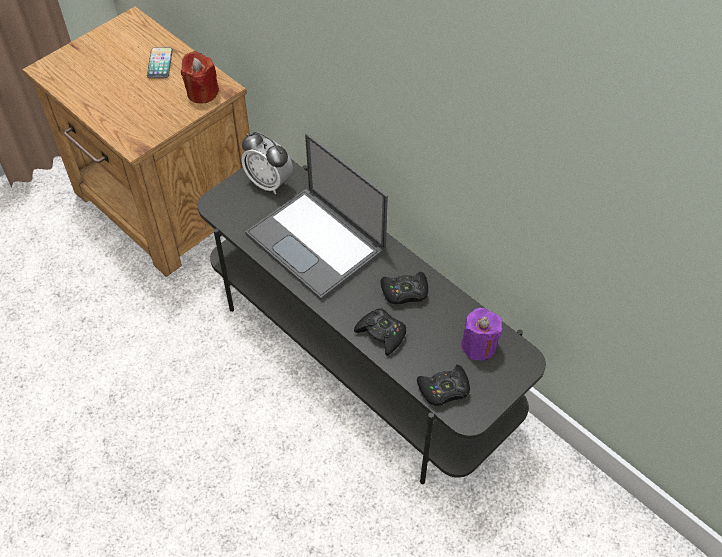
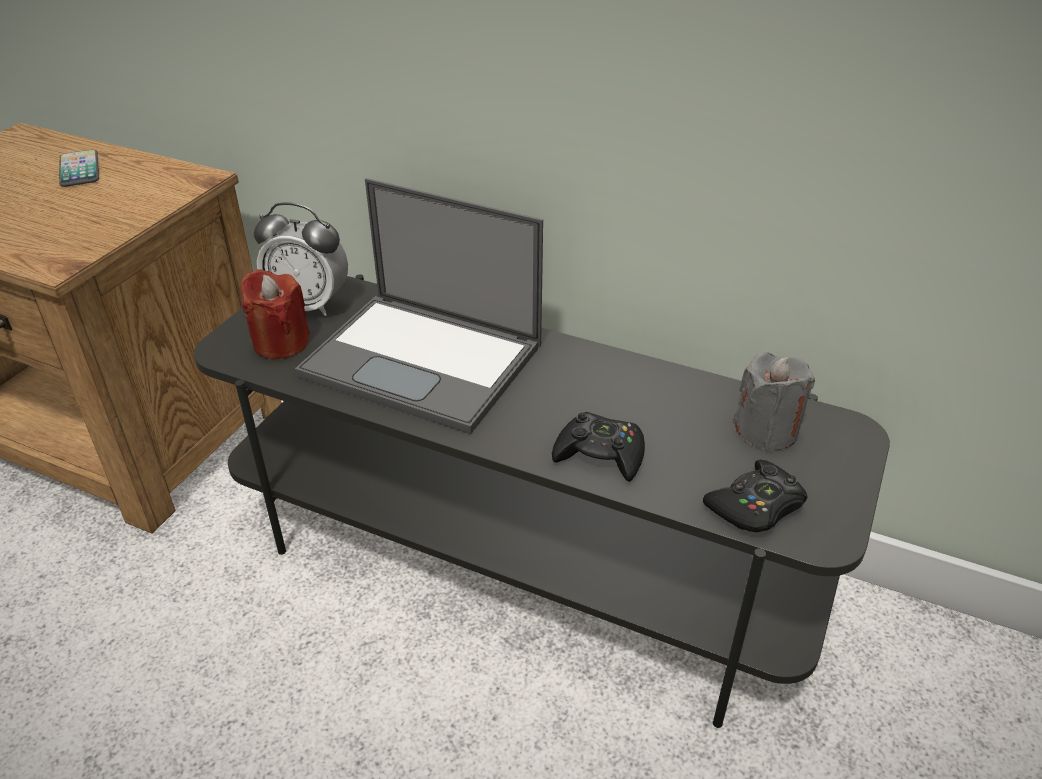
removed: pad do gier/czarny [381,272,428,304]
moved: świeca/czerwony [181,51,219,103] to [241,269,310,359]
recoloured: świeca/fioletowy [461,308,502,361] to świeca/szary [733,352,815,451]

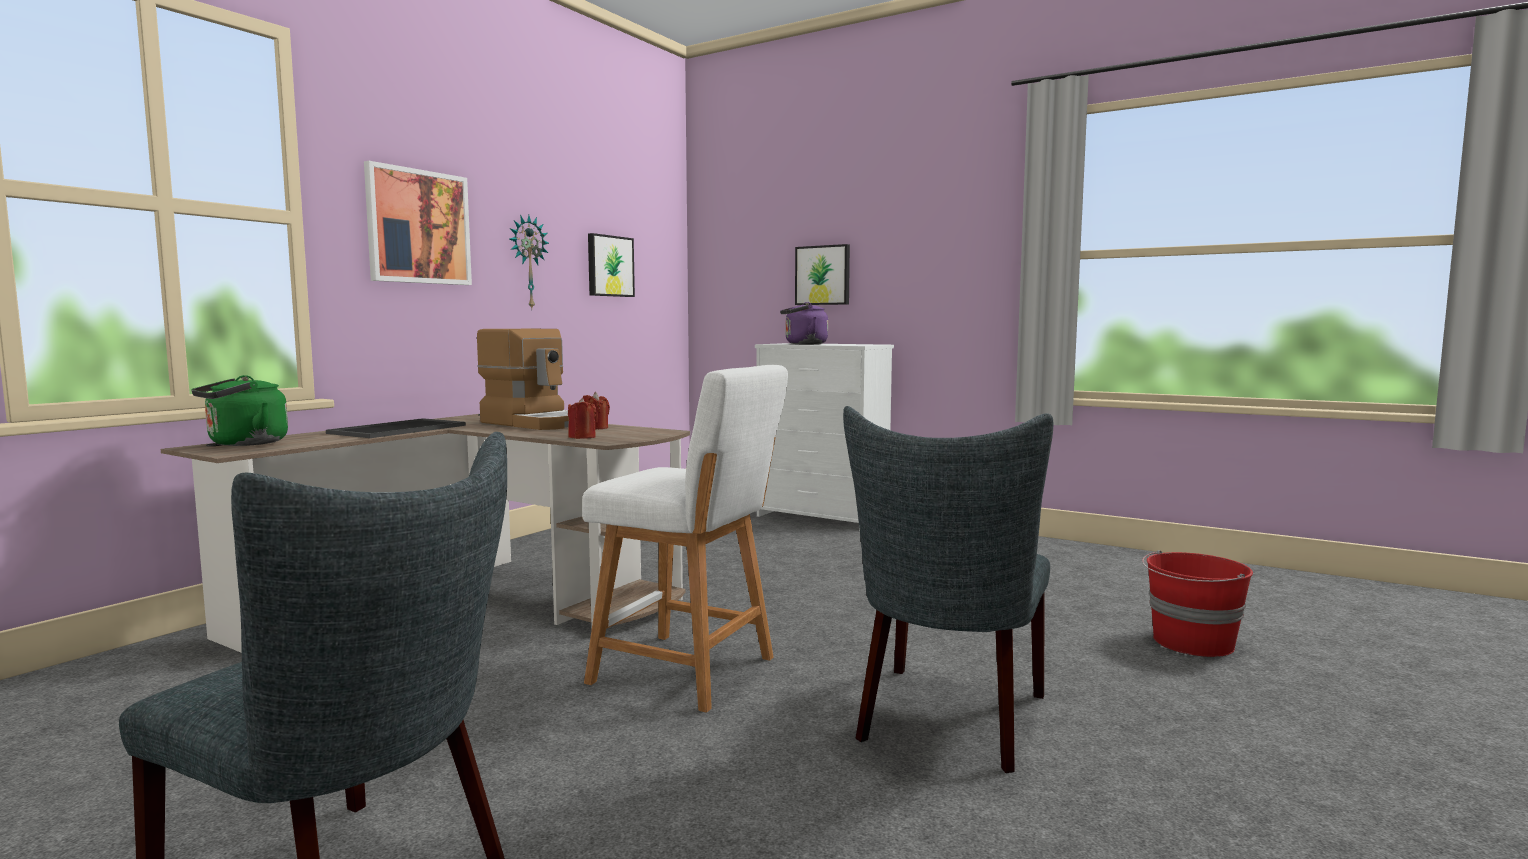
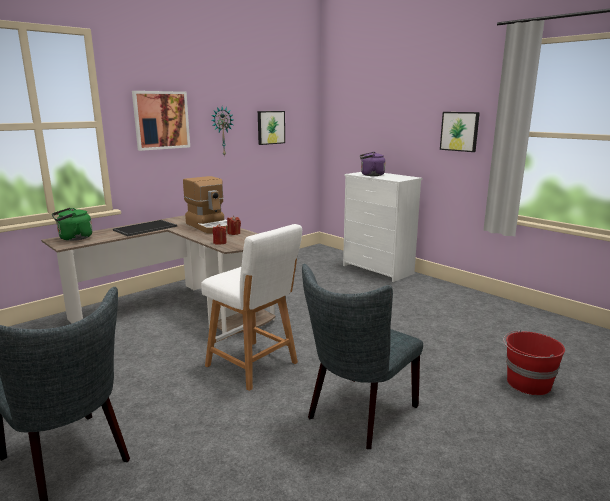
moved: obraz [795,244,850,305] to [440,112,480,152]

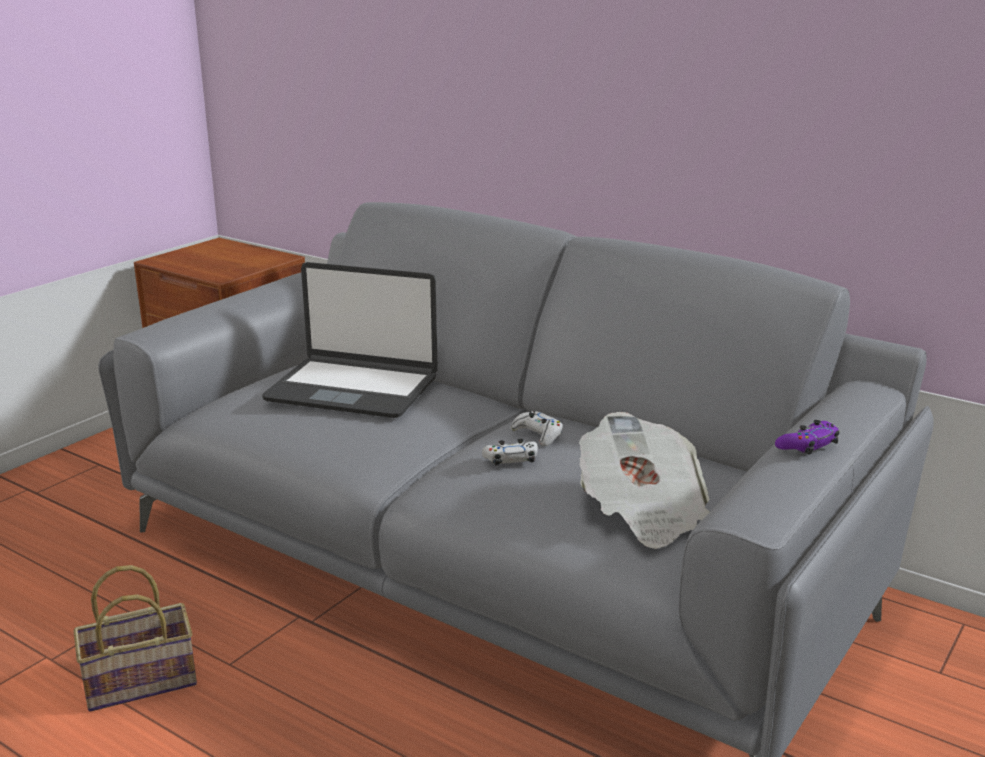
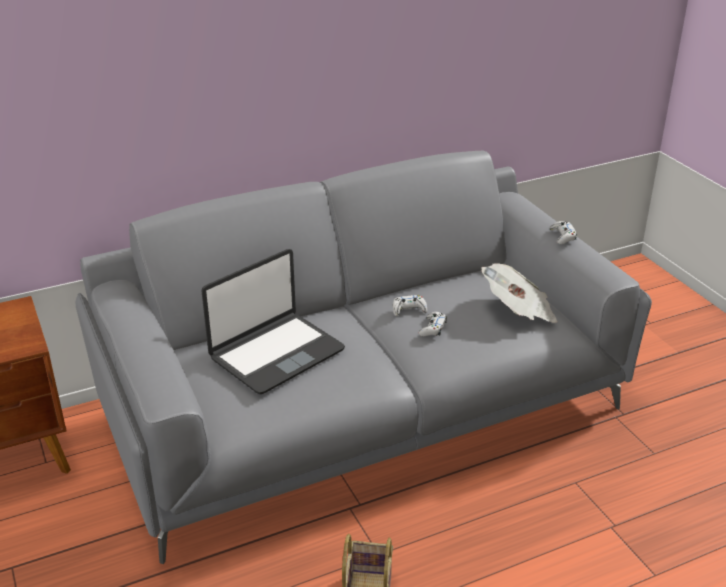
recoloured: pad do gier/fioletowy [775,420,839,455] to pad do gier/biały [550,221,577,244]

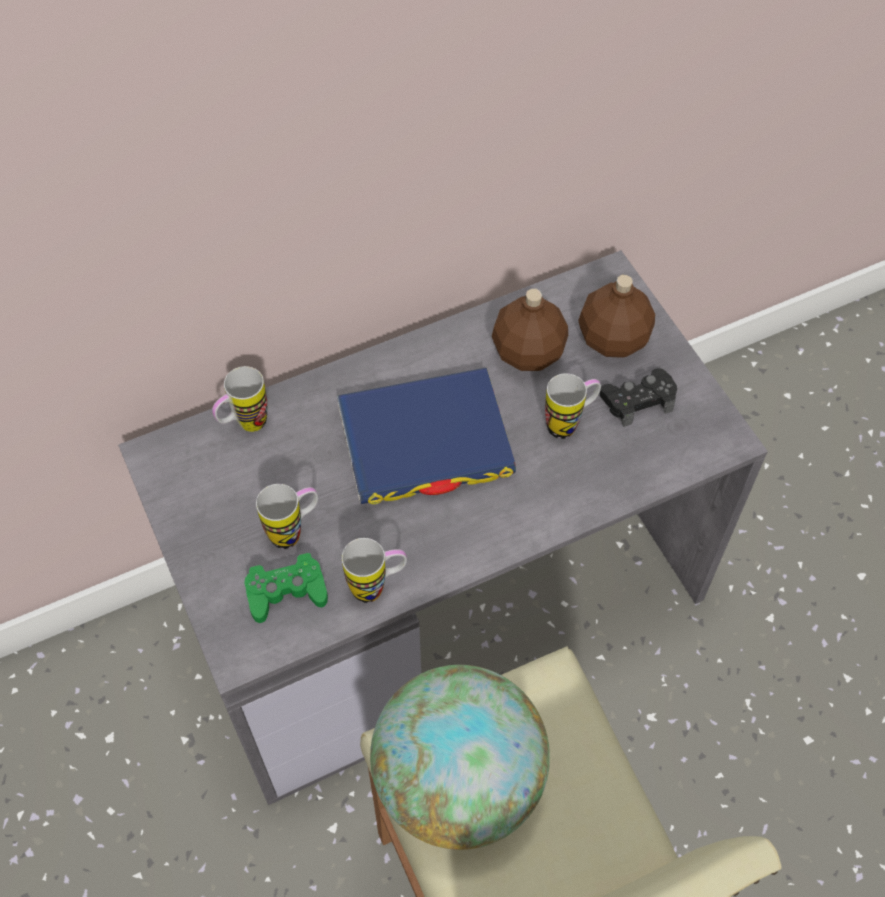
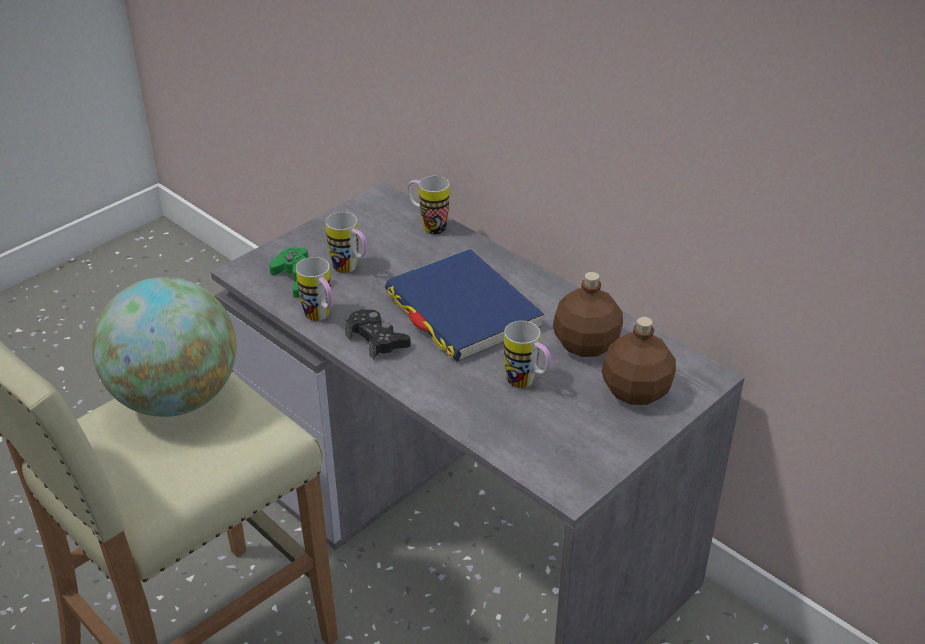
moved: pad do gier/czarny [600,368,677,427] to [345,309,411,359]

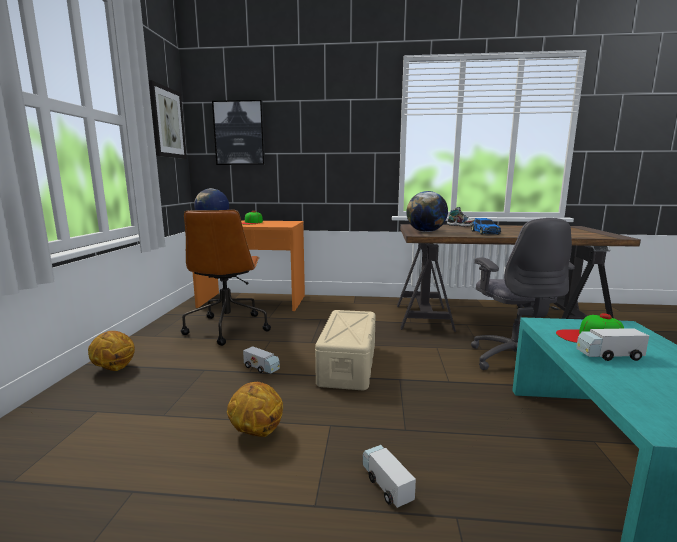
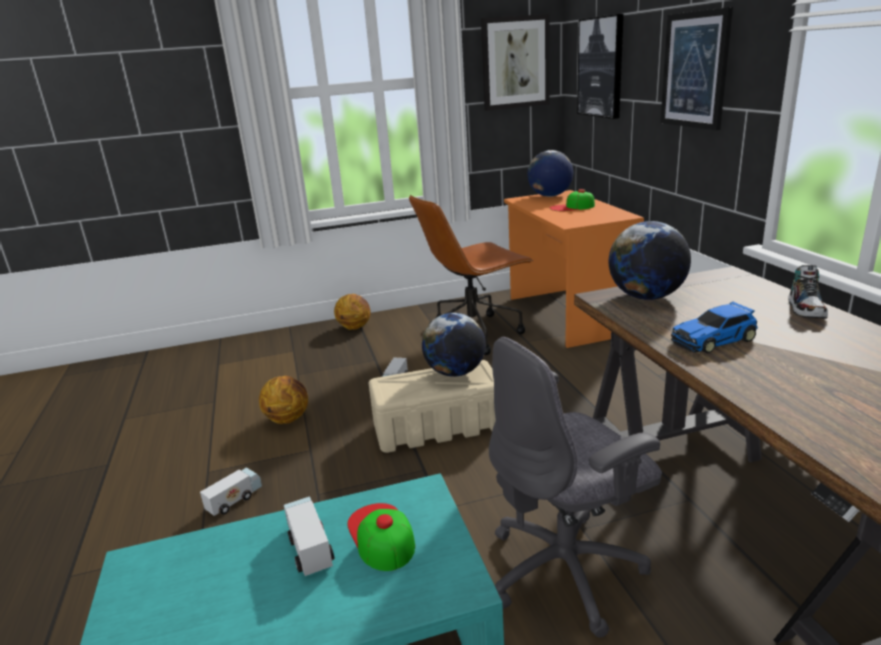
added: globus [422,313,486,377]; obraz [660,7,733,130]

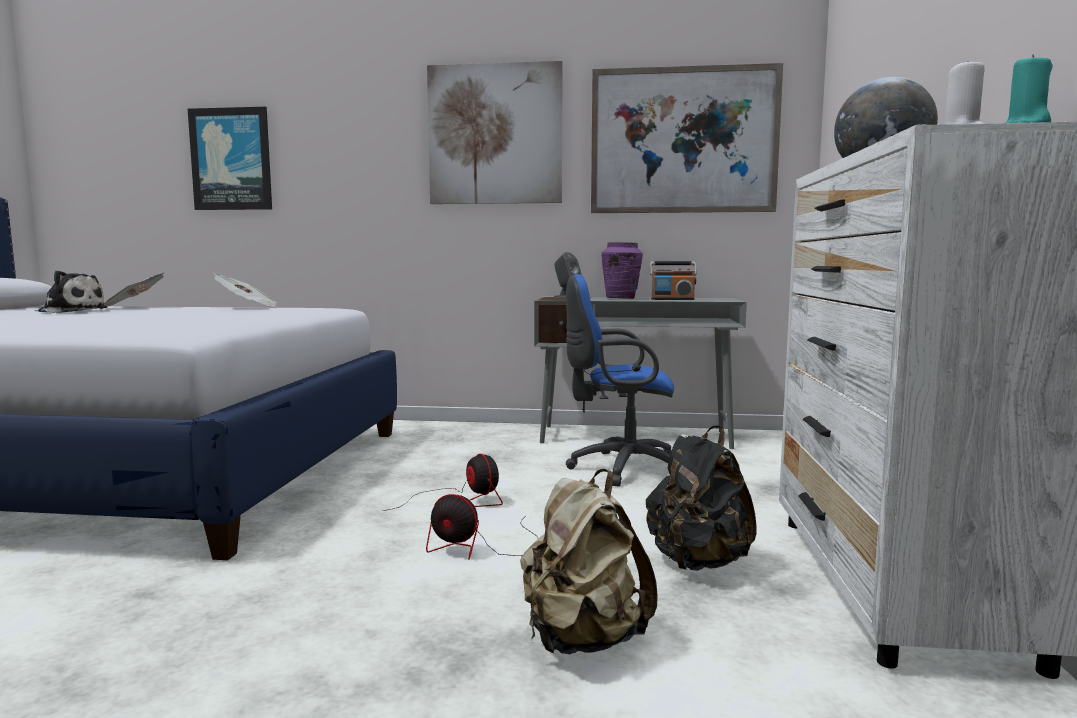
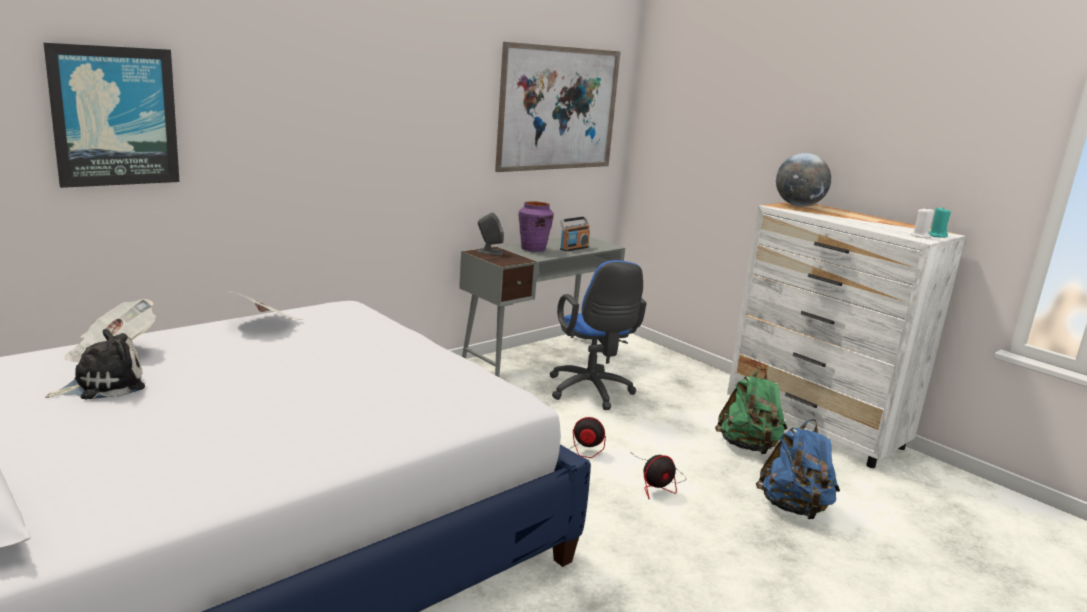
removed: obraz [427,61,563,204]
recoloured: plecak/beżowy [520,469,658,654] to plecak/niebieski [756,419,840,519]; plecak/czarny [646,425,757,571] to plecak/zielony [715,368,787,454]
turned: krzesło biurowe/niebieski [566,274,674,487] = [549,260,647,410] 60 degrees counterclockwise

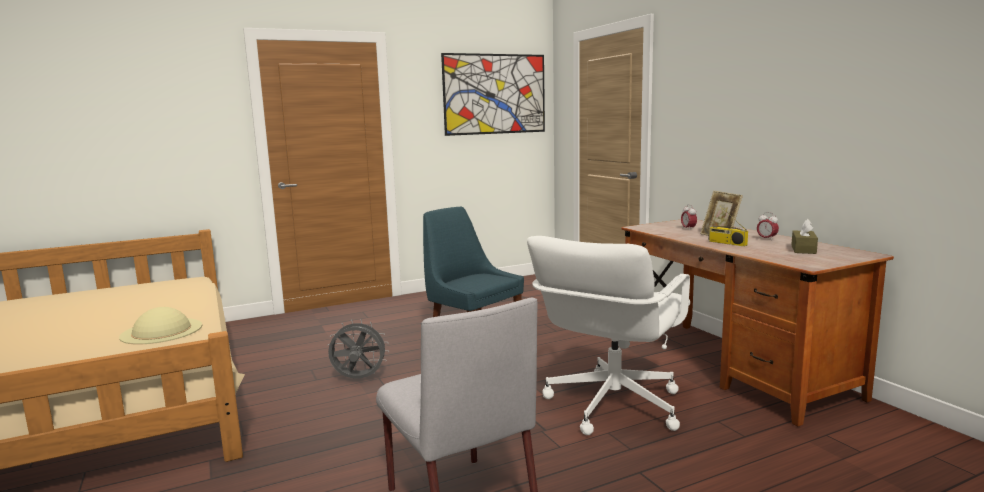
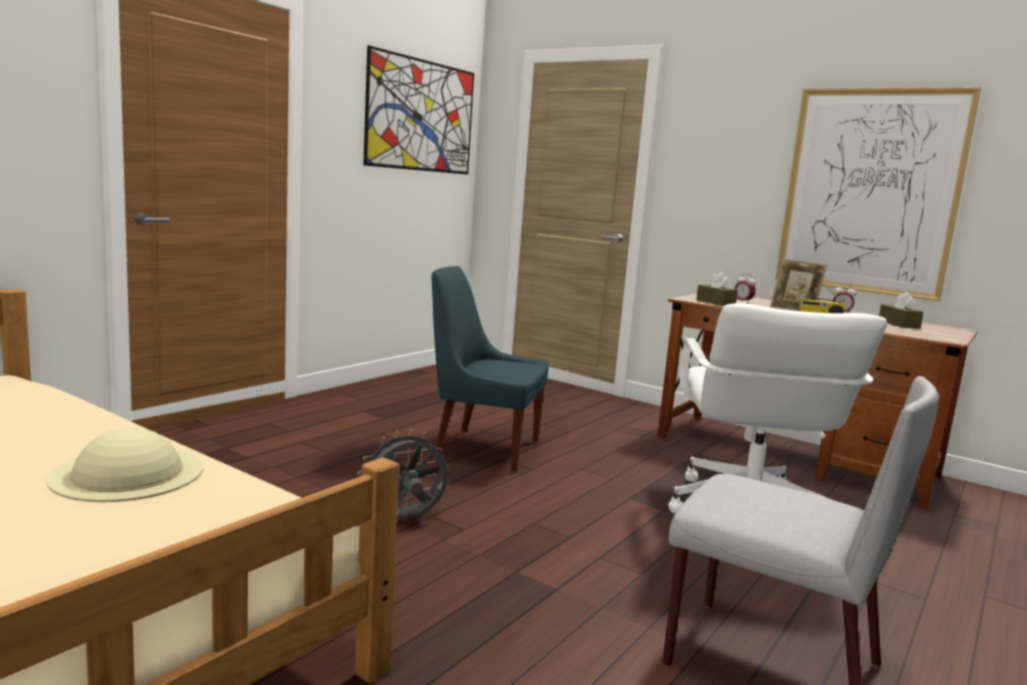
added: pudełko chusteczek/brązowy [696,272,738,306]; obraz [775,87,981,301]

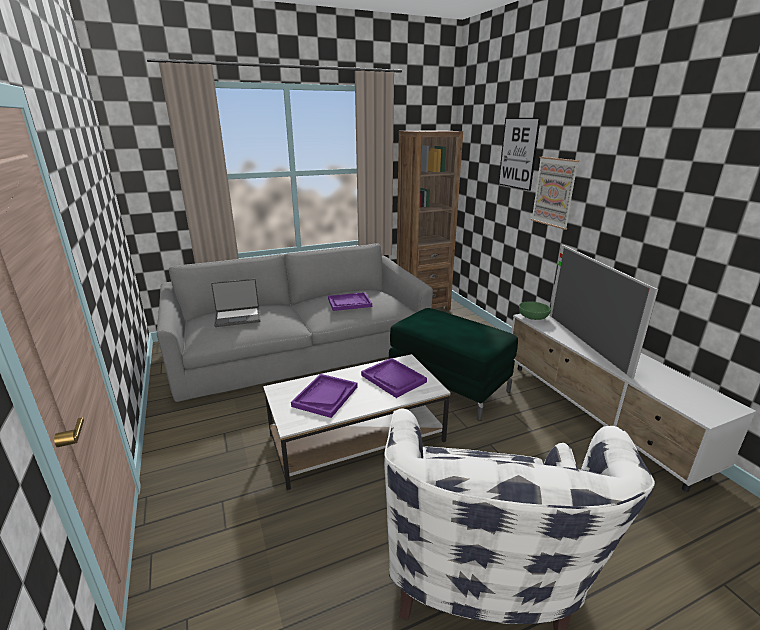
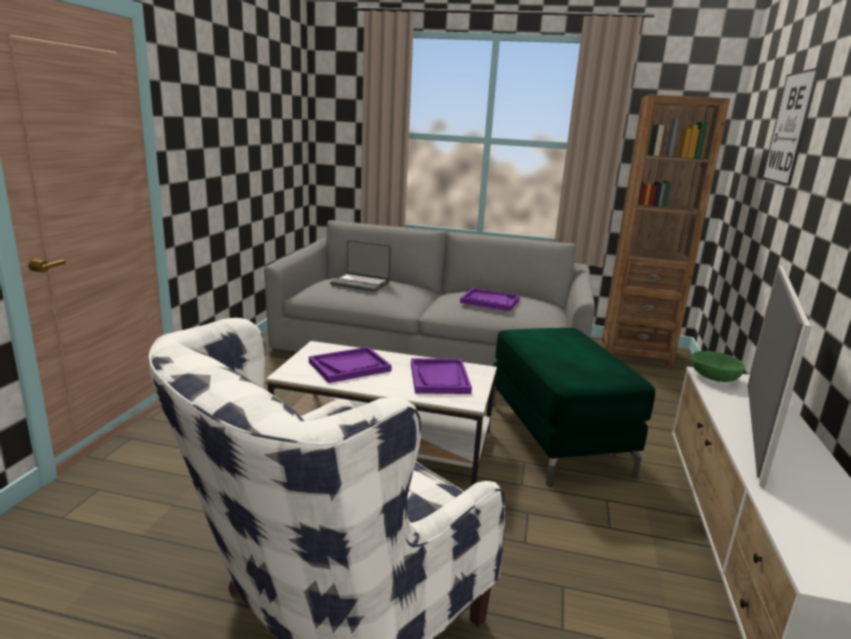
removed: obraz [531,157,579,230]

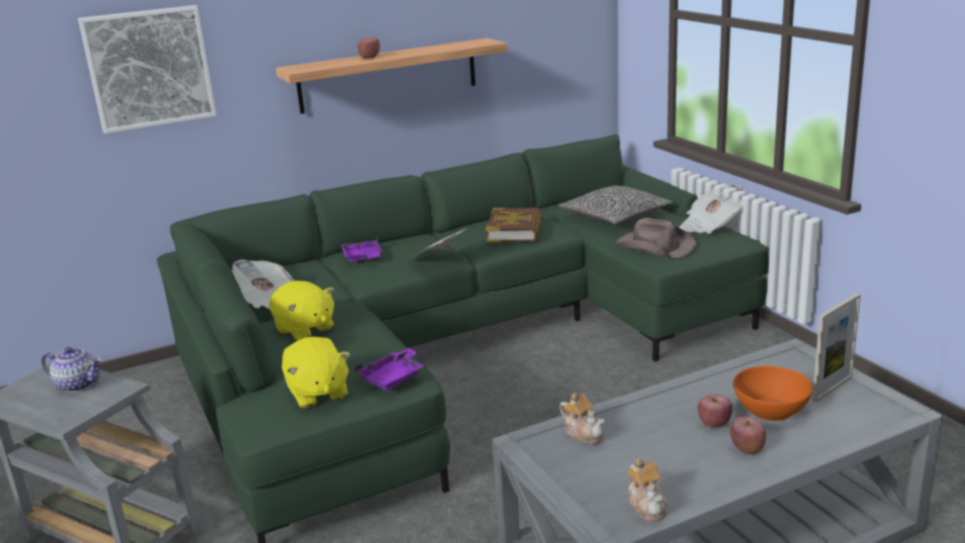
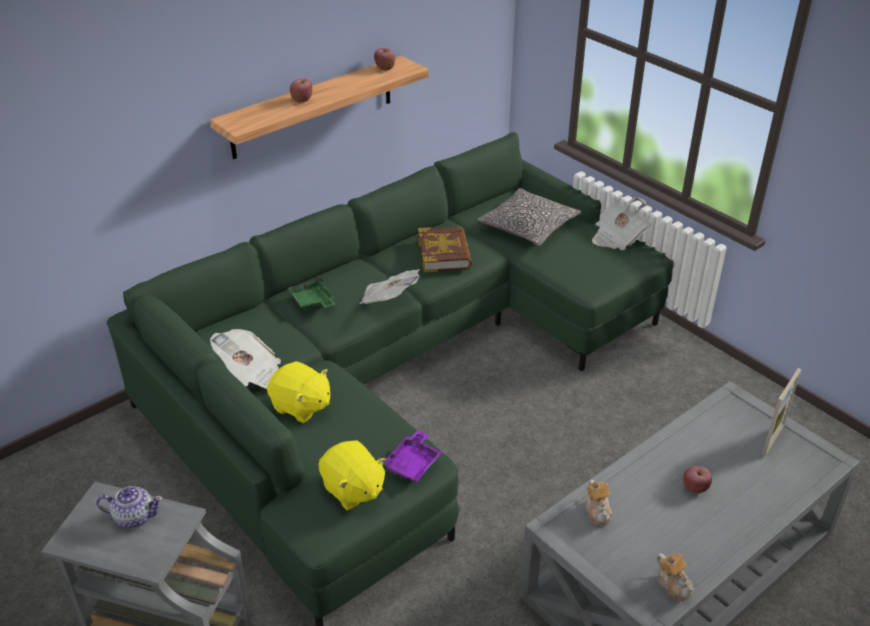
removed: obraz [78,5,217,134]; kapelusz/brązowy [616,218,696,259]; miska/pomarańczowy [733,366,813,421]
moved: jabłko [730,416,766,454] to [374,48,395,71]
recoloured: taca/fioletowy [341,237,382,262] to taca/zielony [288,277,335,310]
turned: imbryk [560,392,605,445] = [585,480,612,525] 45 degrees clockwise

